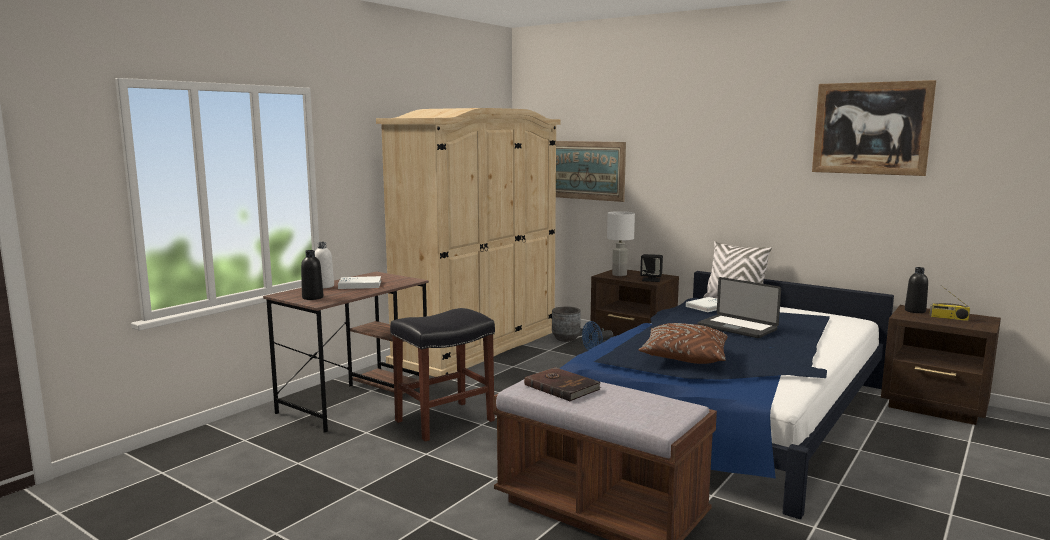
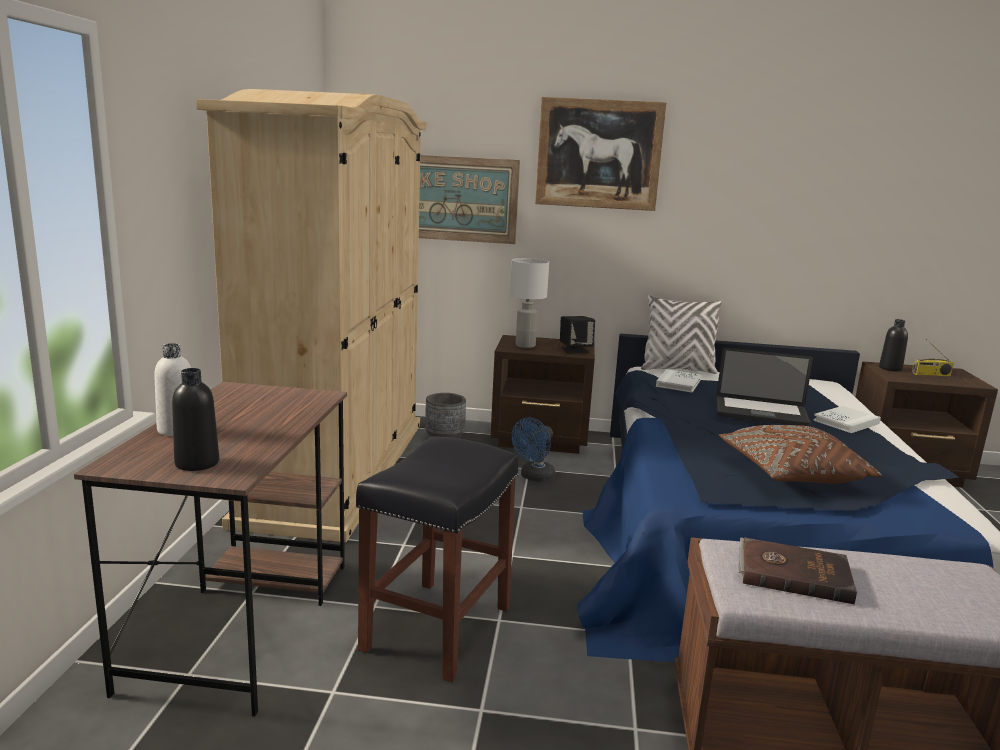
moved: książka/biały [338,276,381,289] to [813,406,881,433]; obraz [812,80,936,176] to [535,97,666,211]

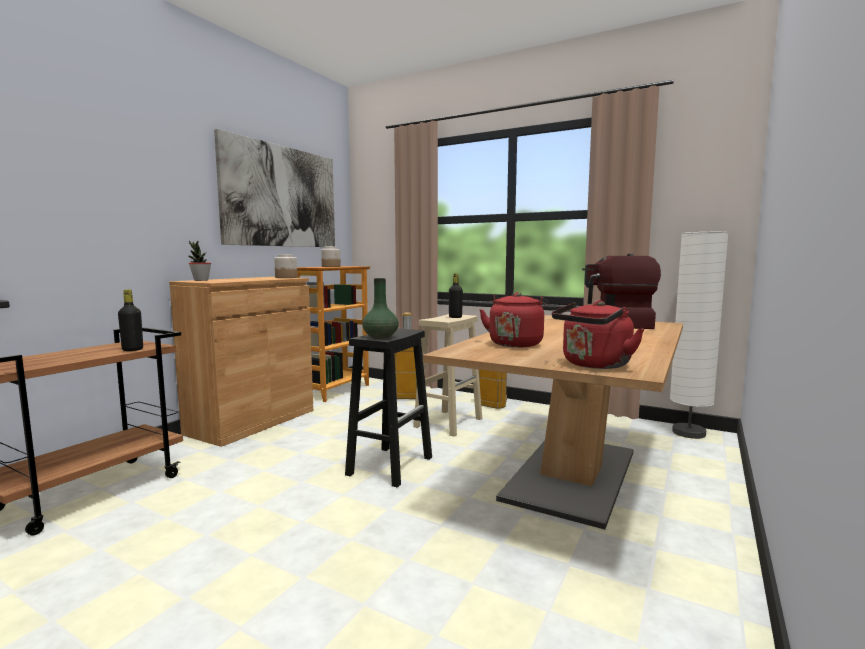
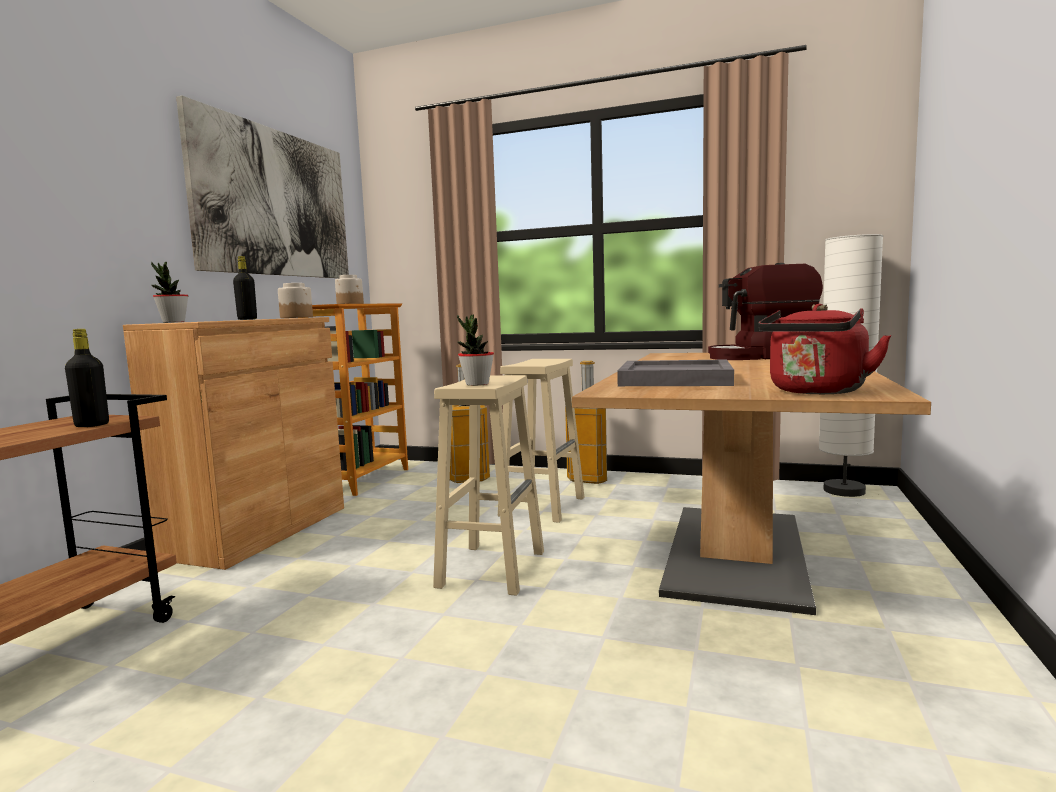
moved: butelka/czarny [449,273,463,318] to [233,256,257,320]
replaced: wazon/zielony [362,278,399,339] to roślina doniczkowa [457,315,494,386]; czajnik/czerwony [479,292,548,347] to taca/szary [617,359,734,386]
recoloured: stołek/czarny [345,328,432,488] to stołek/beżowy [433,375,544,596]

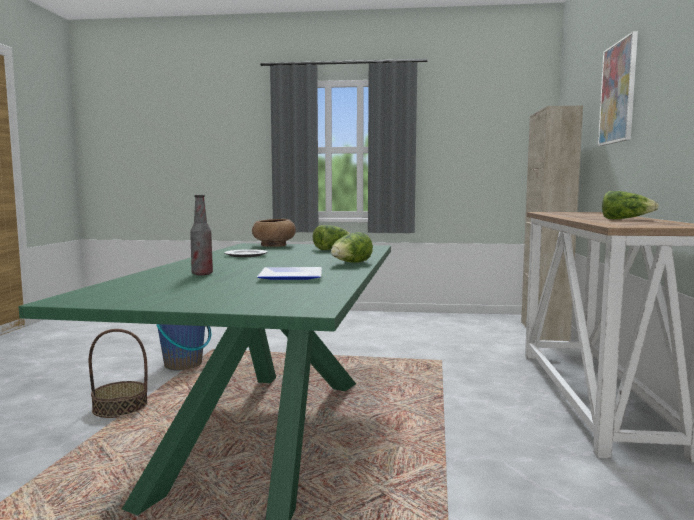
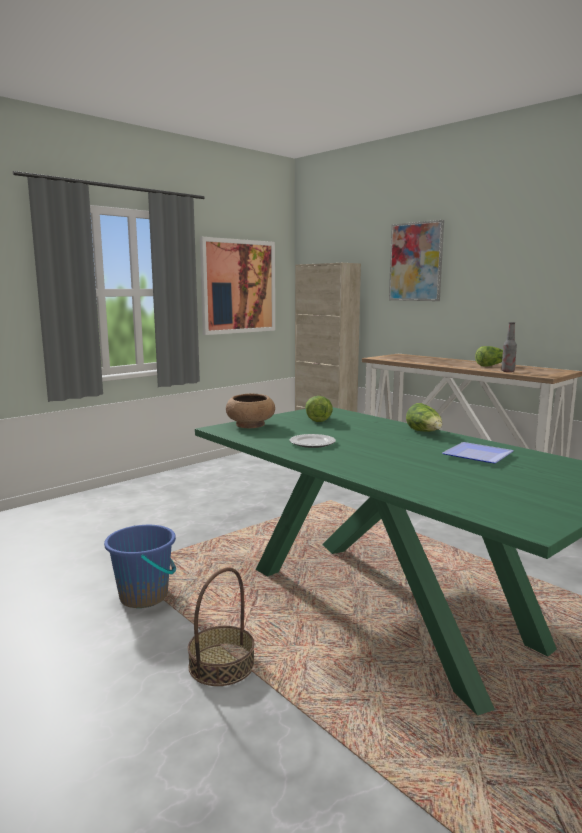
added: obraz [200,237,275,335]
moved: butelka [190,195,213,275] to [501,322,517,372]

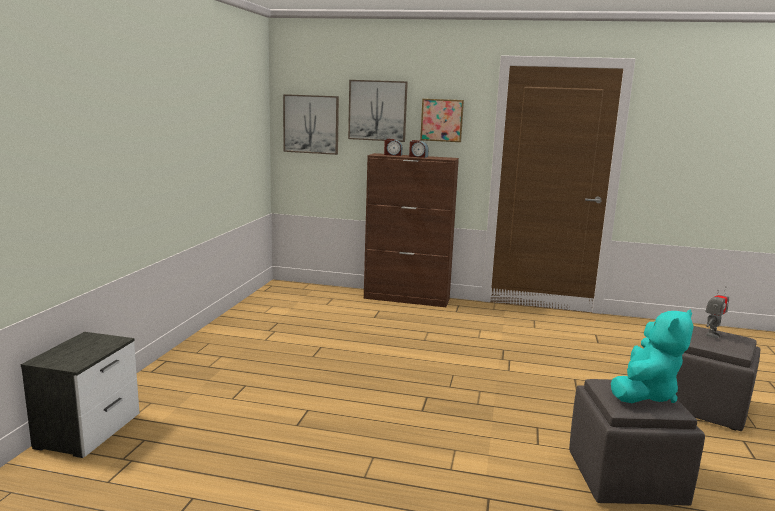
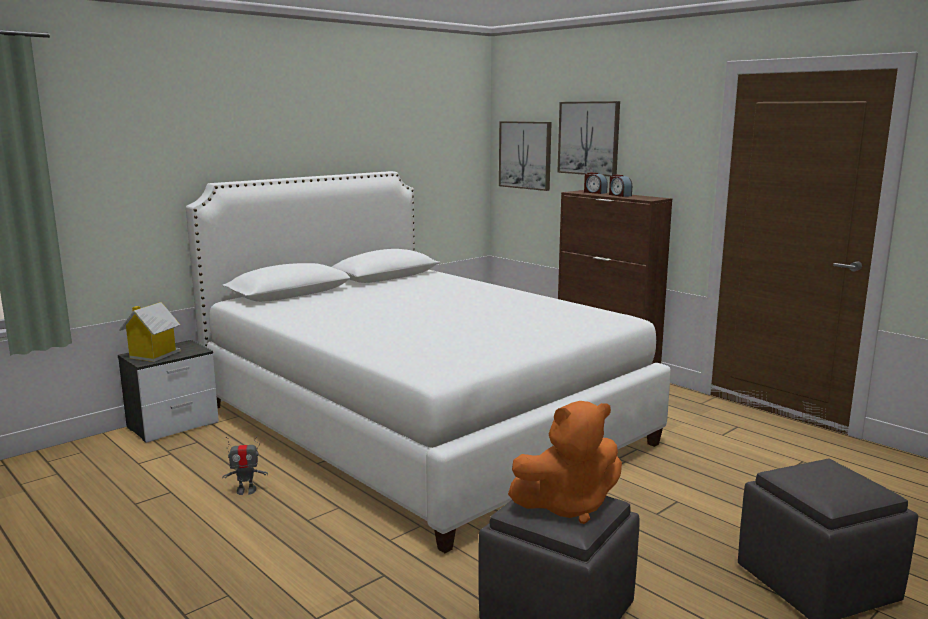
removed: obraz [420,99,464,142]
added: domek [119,302,181,362]; łóżko/biały [186,171,671,553]
moved: robot zabawkowy [705,288,729,338] to [222,436,268,495]
recoloured: pluszak/turkusowy [611,310,694,403] to pluszak/pomarańczowy [508,401,622,524]

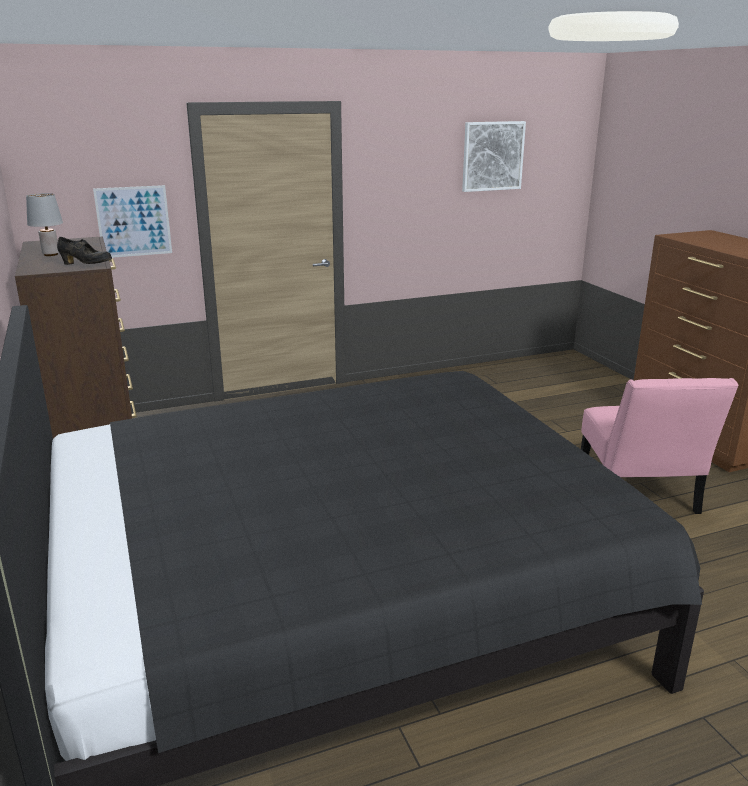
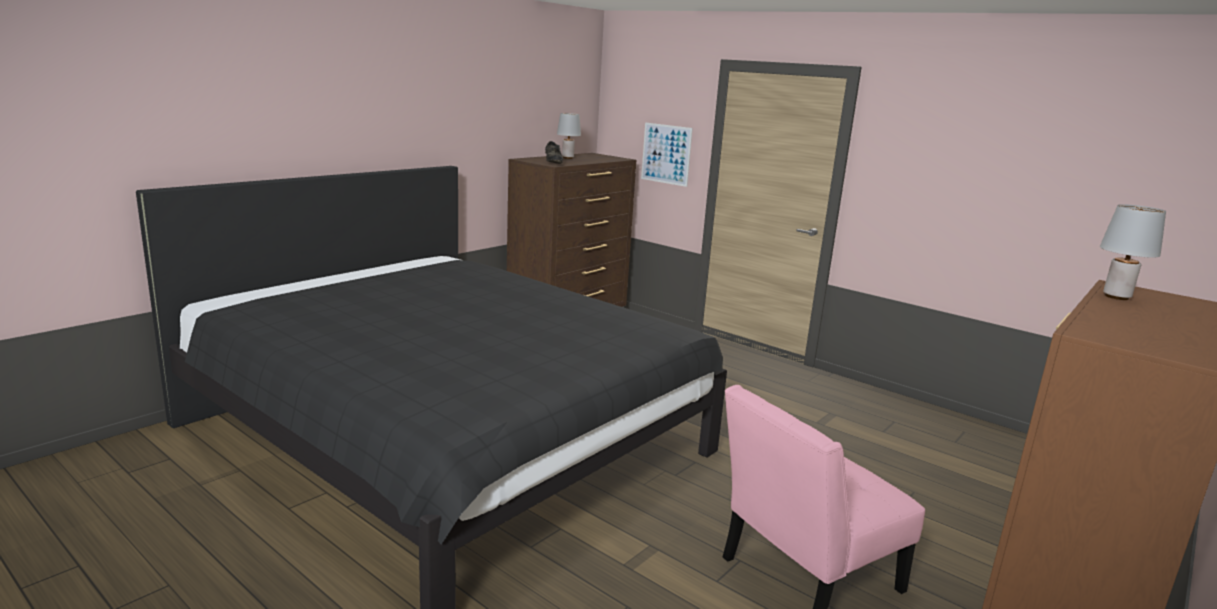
removed: obraz [462,121,526,192]
added: lampa stołowa/szary [1100,204,1166,300]

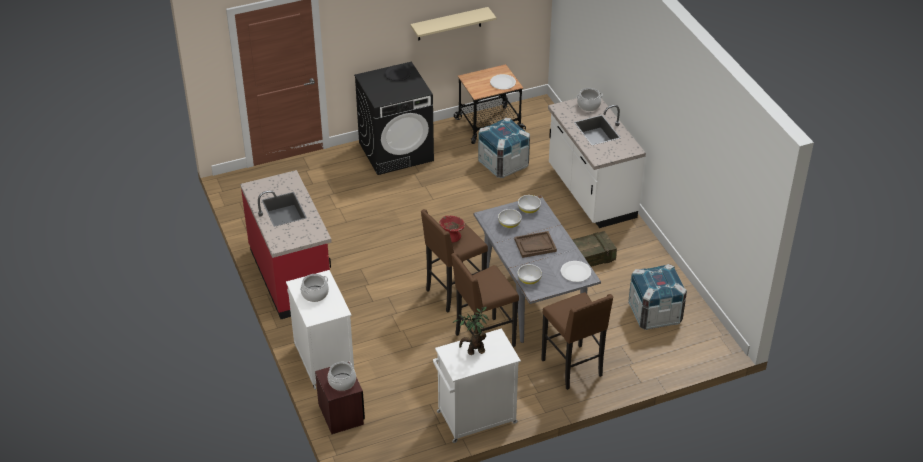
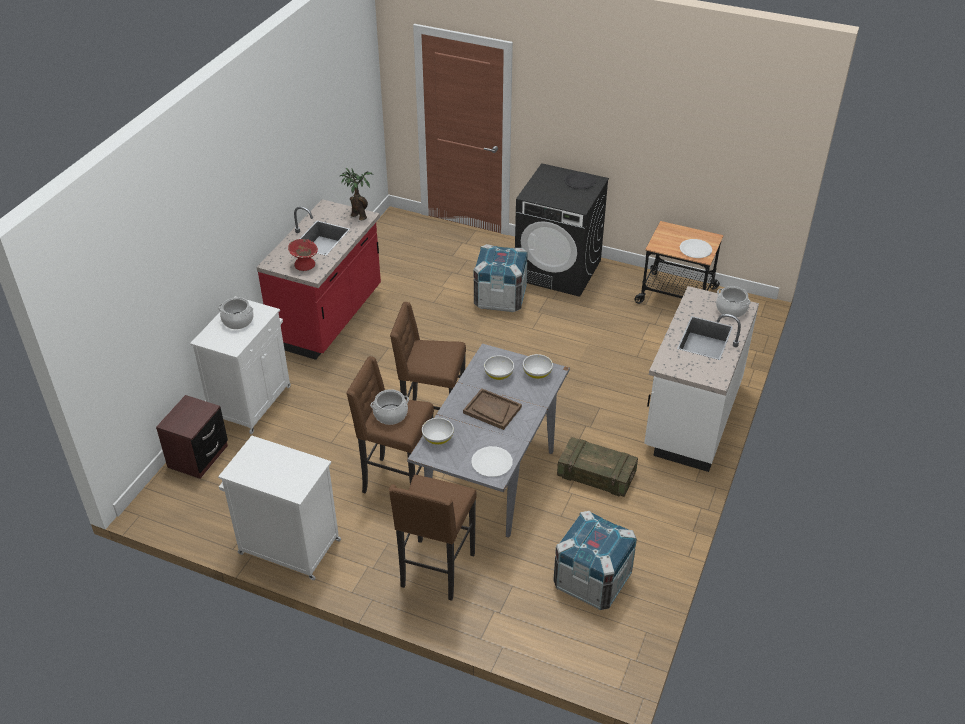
removed: półka/beżowy [410,7,496,41]
moved: garnek [328,361,356,391] to [370,389,409,425]; miska/czerwony [439,216,465,242] to [288,239,318,271]; roślina doniczkowa [453,307,489,355] to [340,168,373,221]; skrzynka [478,118,530,178] to [474,244,528,312]

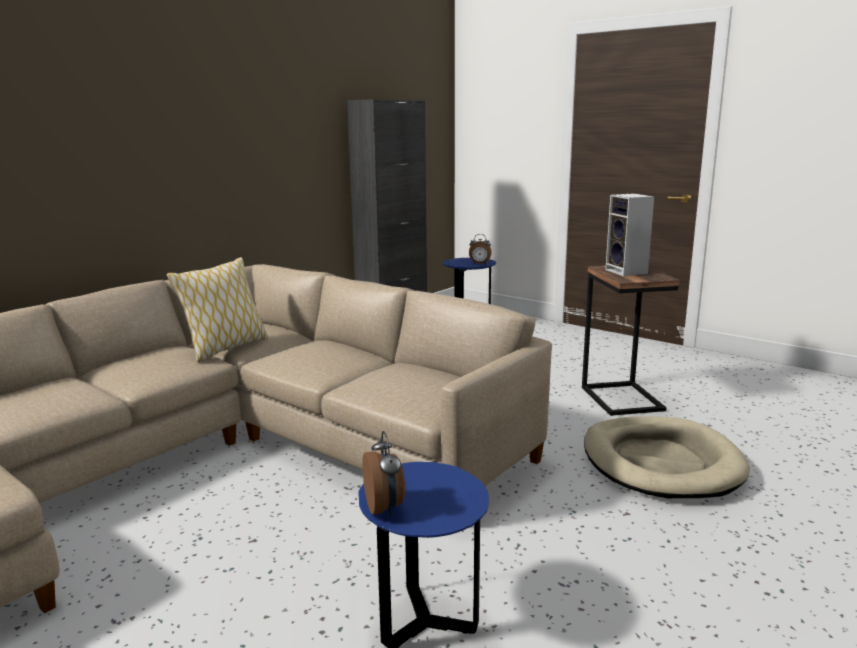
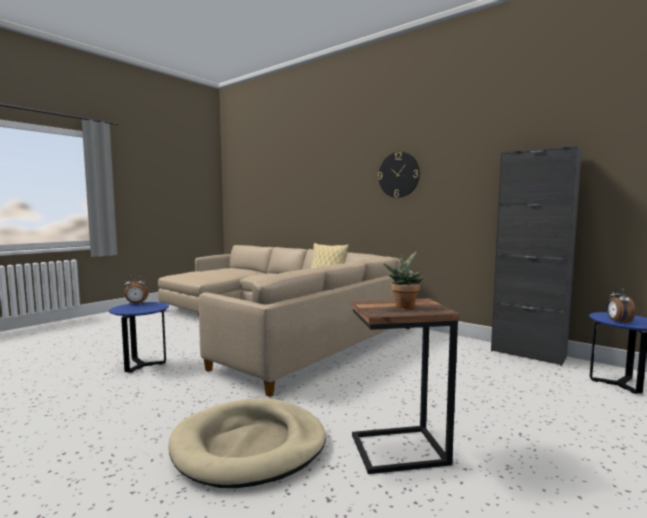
added: zegar ścienny [378,152,420,198]
replaced: głośnik [605,193,654,276] to roślina doniczkowa [384,251,423,308]

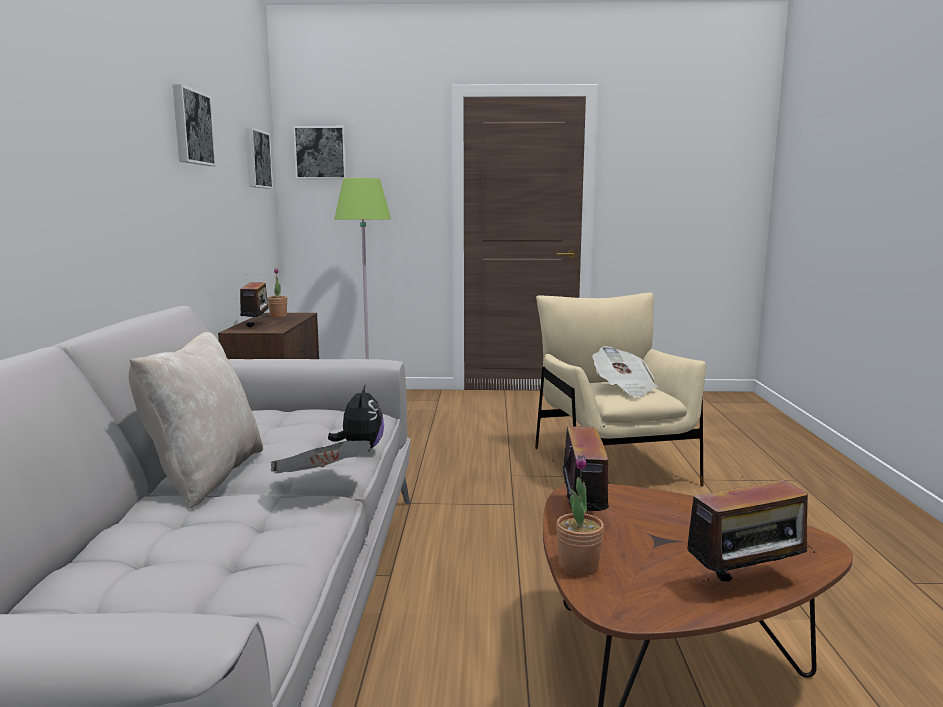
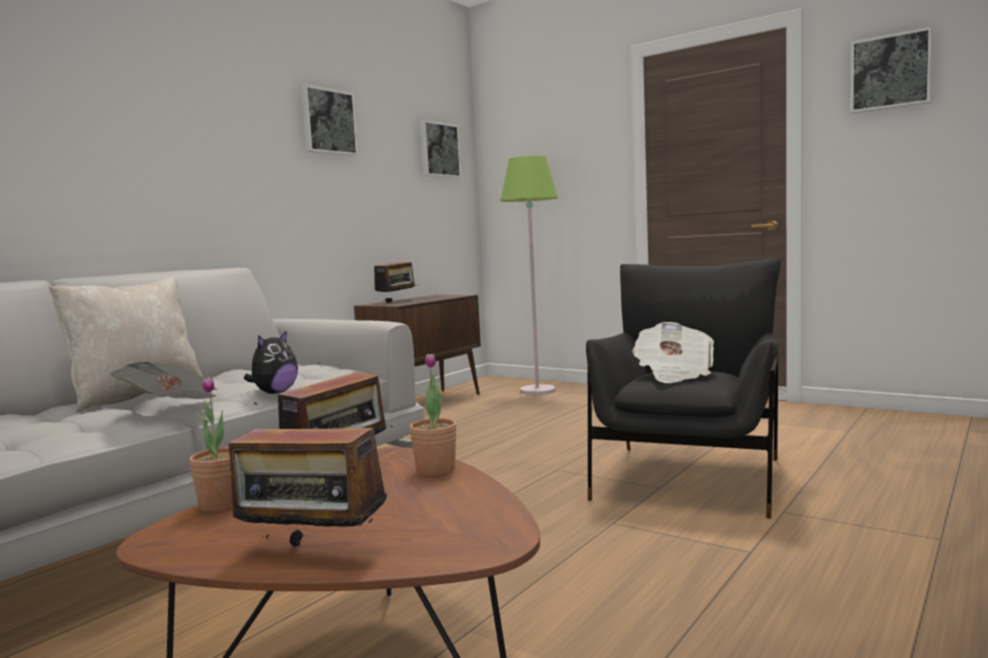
moved: roślina doniczkowa [268,268,287,317] to [409,354,457,476]; obraz [293,126,347,179] to [850,27,932,113]
recoloured: fotel/beżowy [535,293,706,486] to fotel/czarny [586,259,781,519]

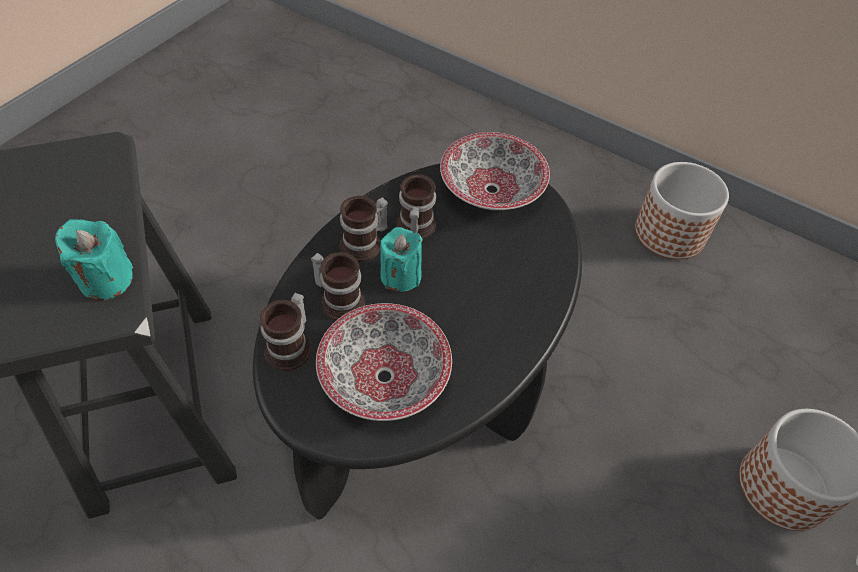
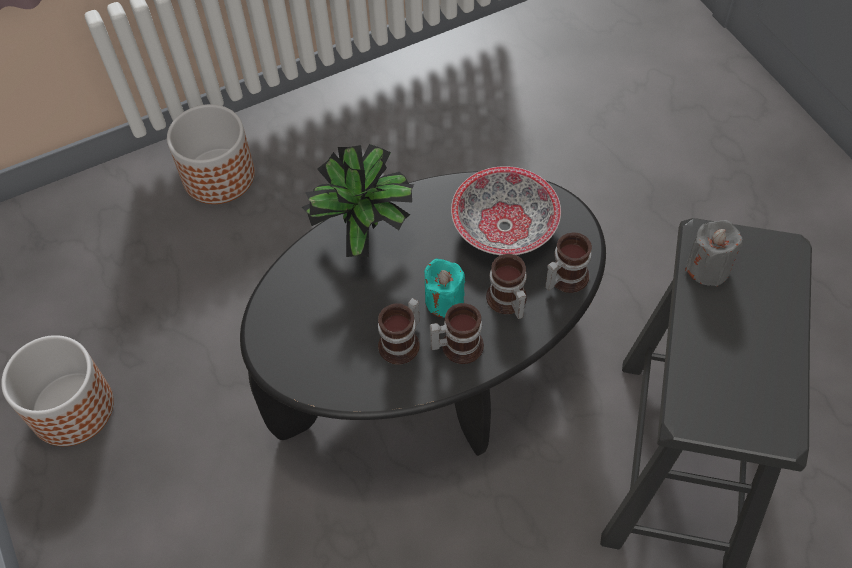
removed: miska [440,132,550,211]
added: roślina doniczkowa [302,144,414,257]
recoloured: świeca/turkusowy [55,219,133,301] to świeca/szary [685,220,743,286]

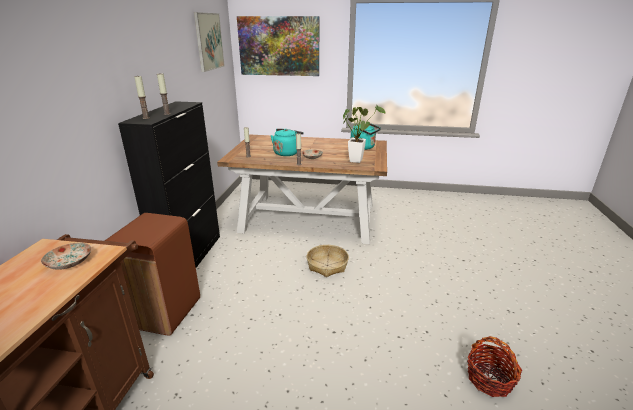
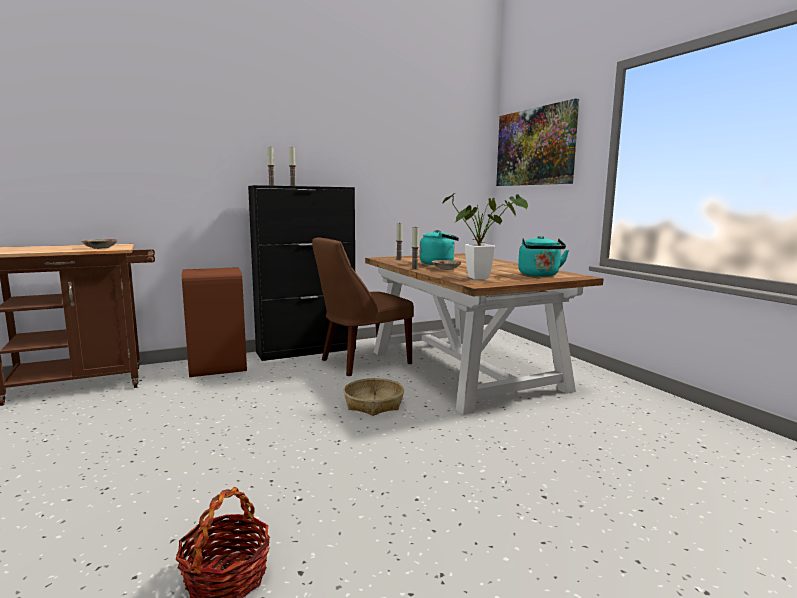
removed: obraz [194,12,225,72]
added: krzesło/brązowy [312,237,414,376]

